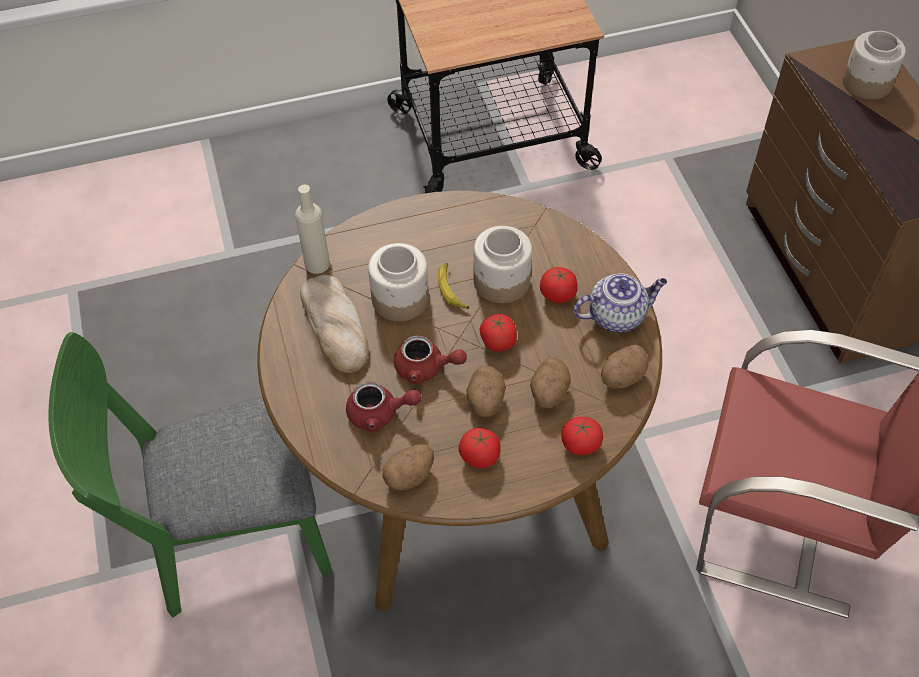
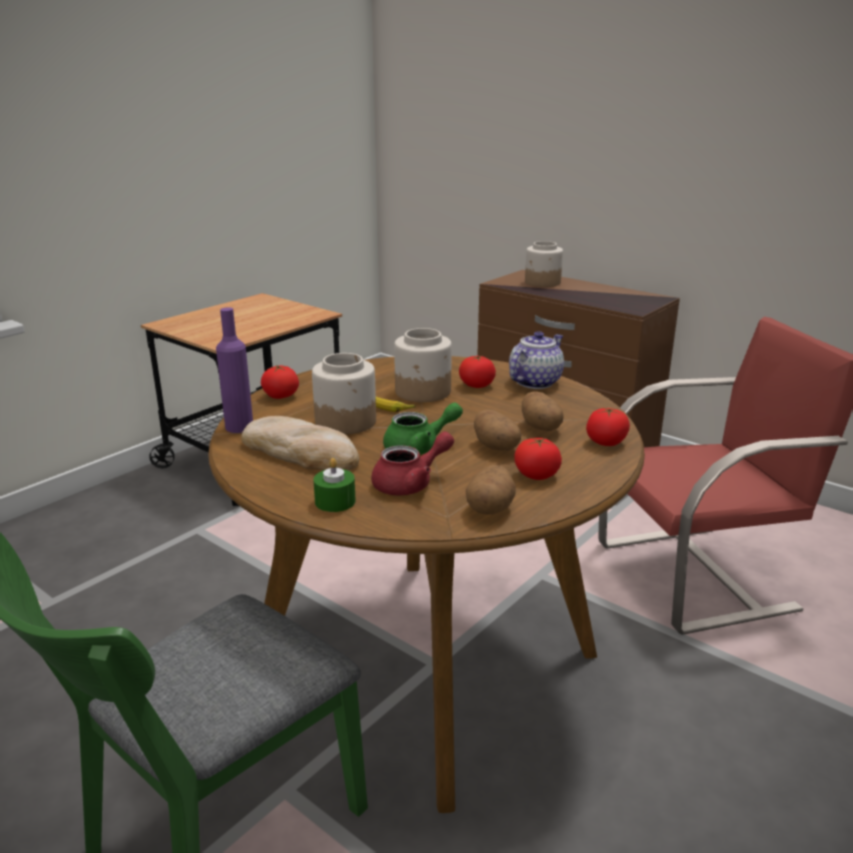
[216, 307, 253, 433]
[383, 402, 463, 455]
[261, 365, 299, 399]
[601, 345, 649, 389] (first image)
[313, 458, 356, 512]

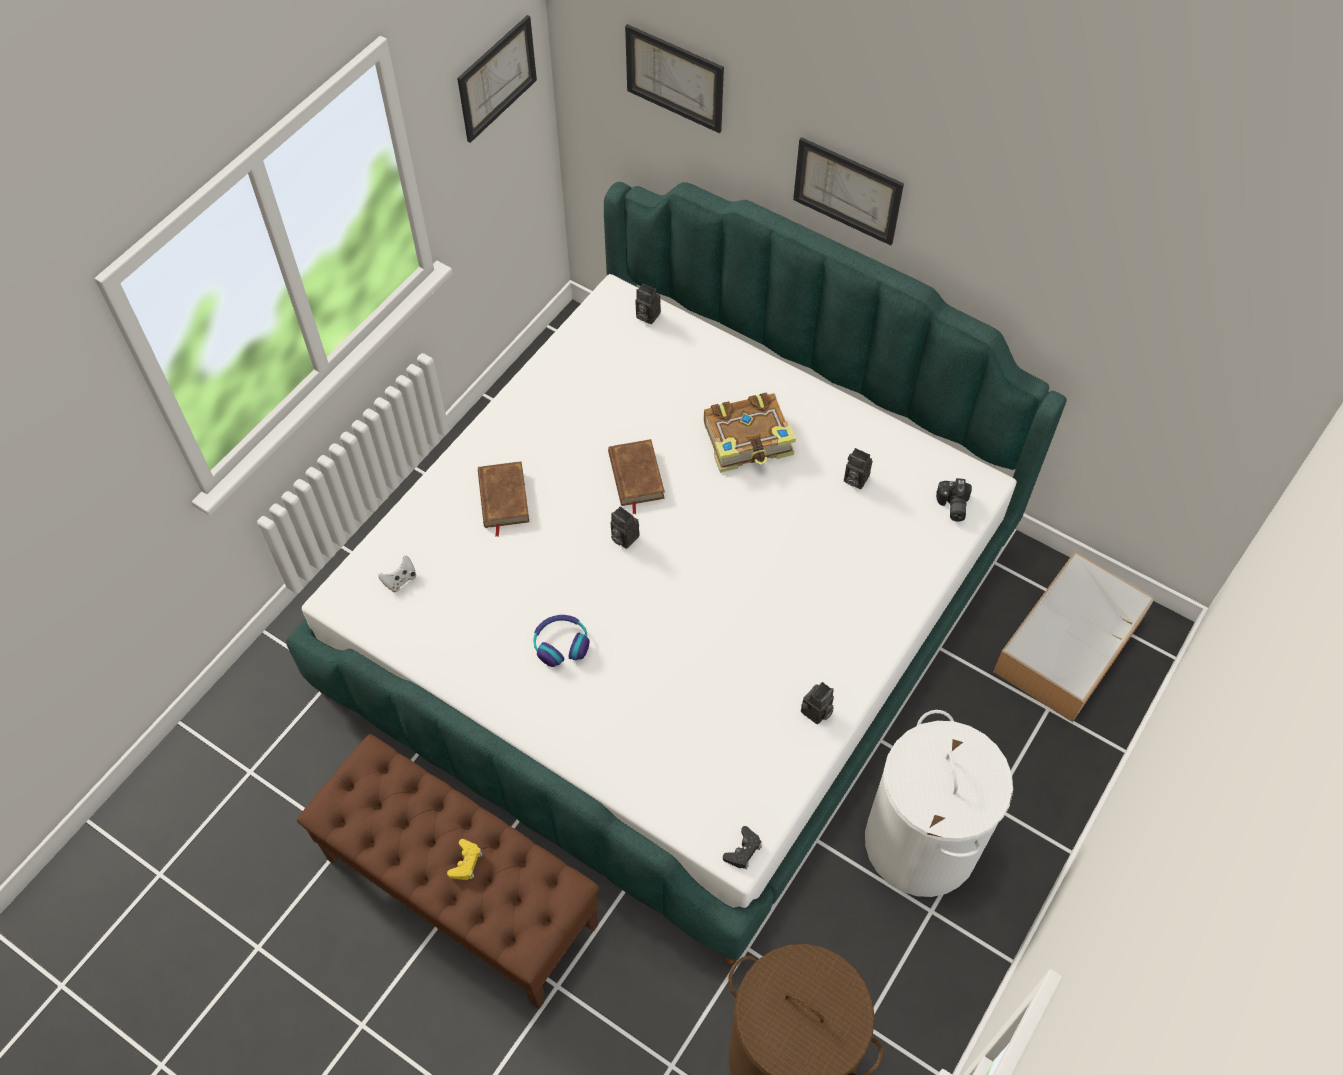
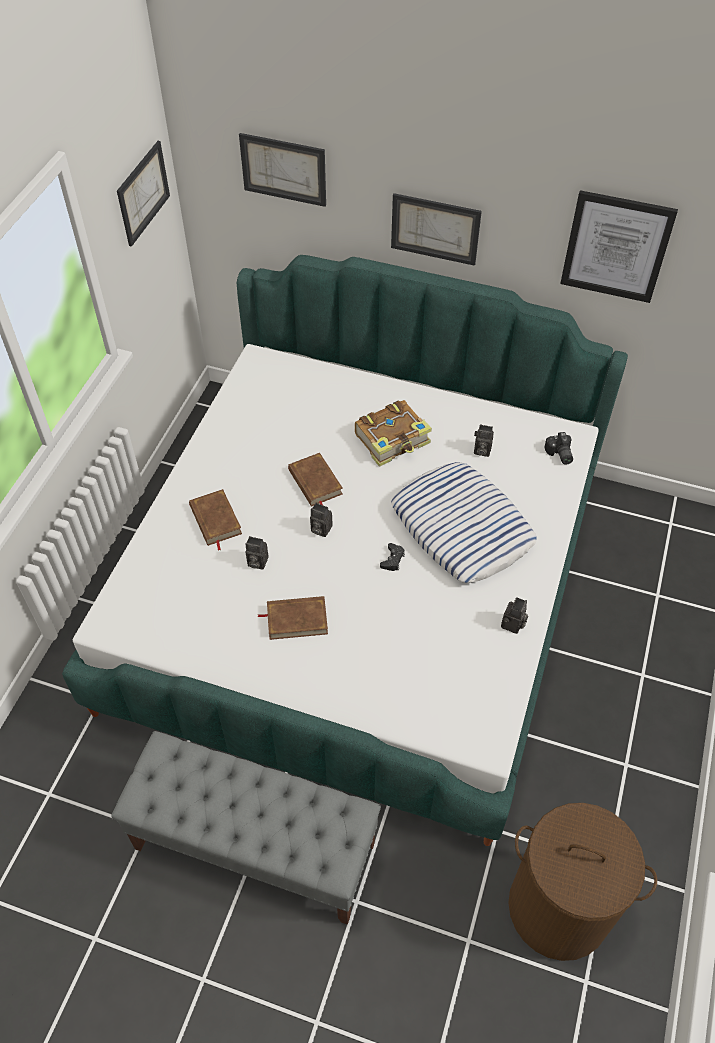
[111, 731, 381, 925]
[378, 555, 416, 592] (first image)
[447, 839, 483, 880] (first image)
[257, 596, 328, 640]
[245, 536, 269, 570]
[380, 543, 405, 571]
[865, 710, 1013, 897] (first image)
[993, 551, 1155, 722] (first image)
[391, 462, 537, 583]
[560, 190, 678, 303]

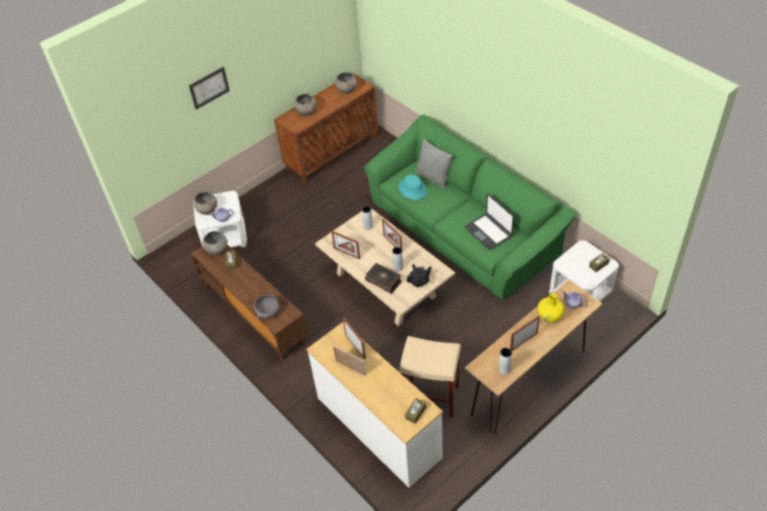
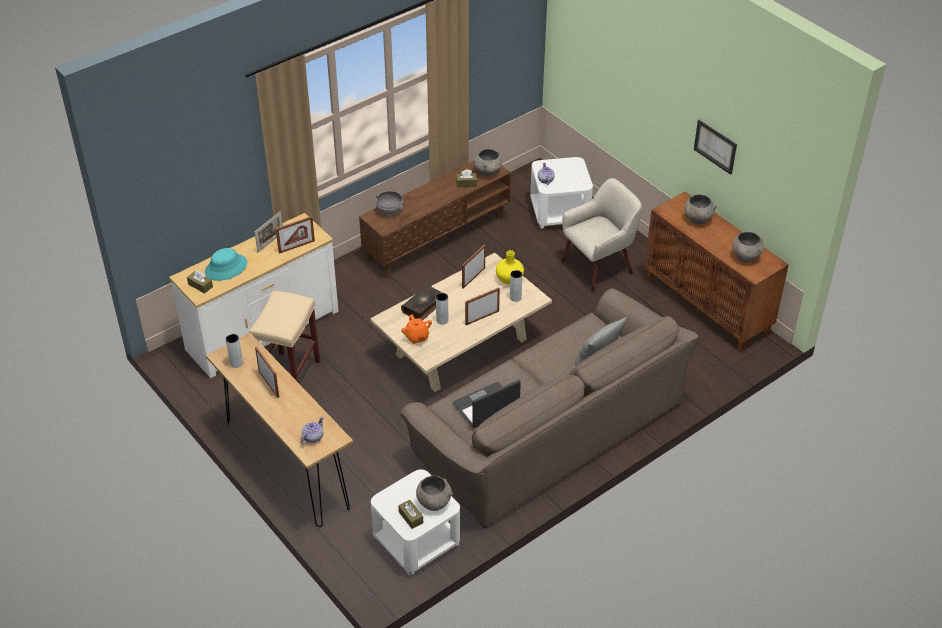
[694, 120, 737, 175]
[416, 476, 453, 511]
[400, 288, 699, 528]
[205, 248, 247, 281]
[401, 314, 432, 344]
[496, 250, 524, 285]
[562, 178, 642, 293]

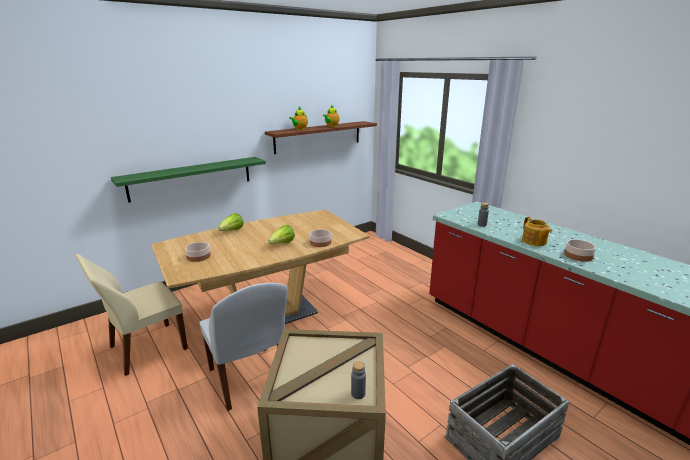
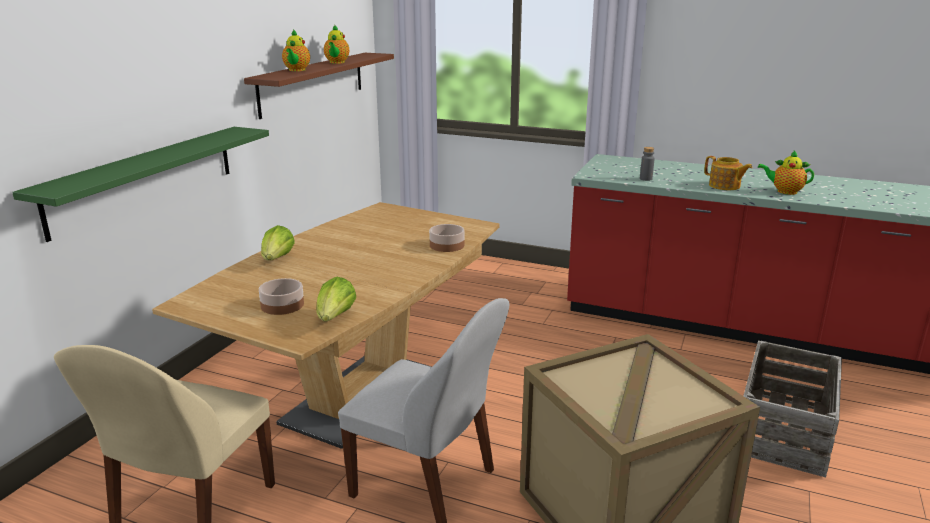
[316, 277, 356, 321]
[351, 361, 366, 399] (first image)
[758, 150, 814, 195]

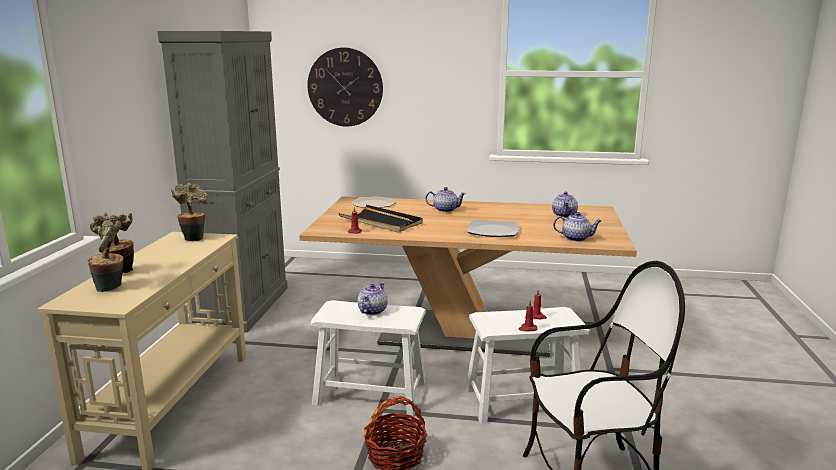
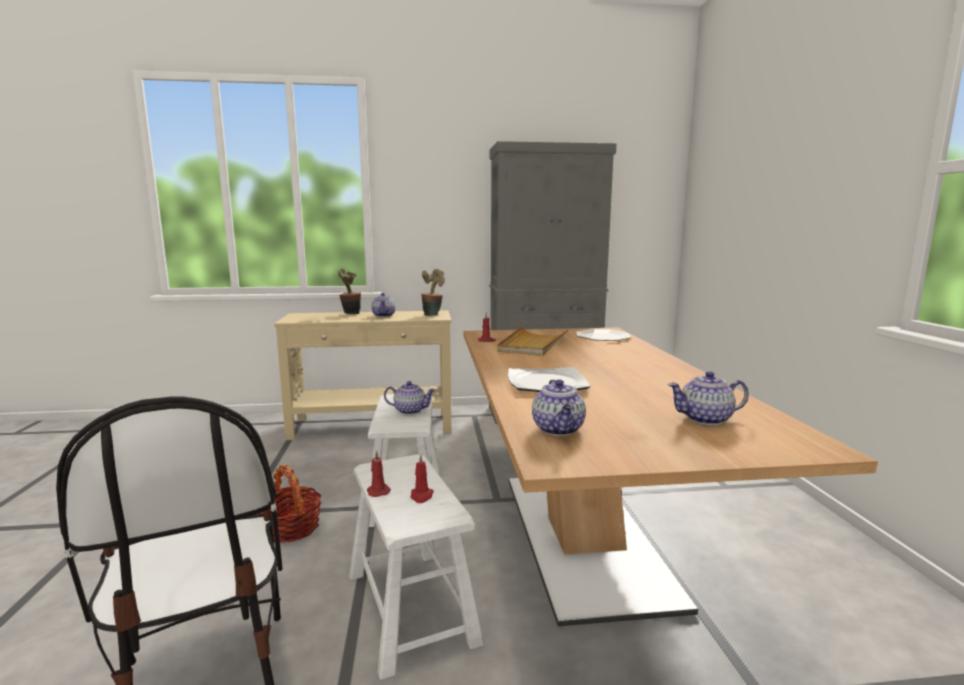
[87, 220, 124, 292] (first image)
[307, 48, 383, 127] (first image)
[497, 326, 569, 356]
[371, 293, 396, 317]

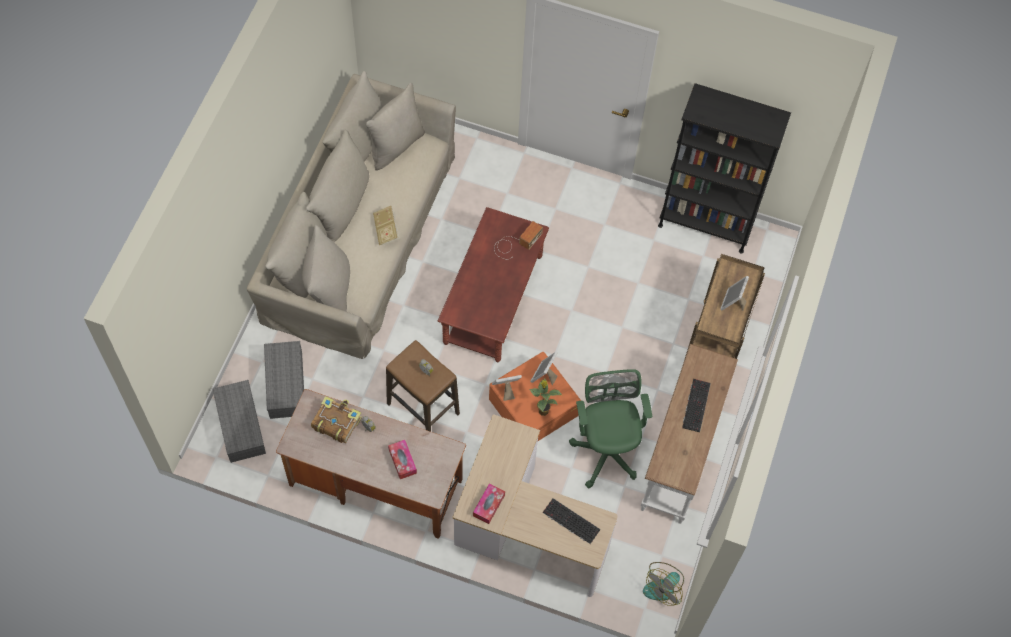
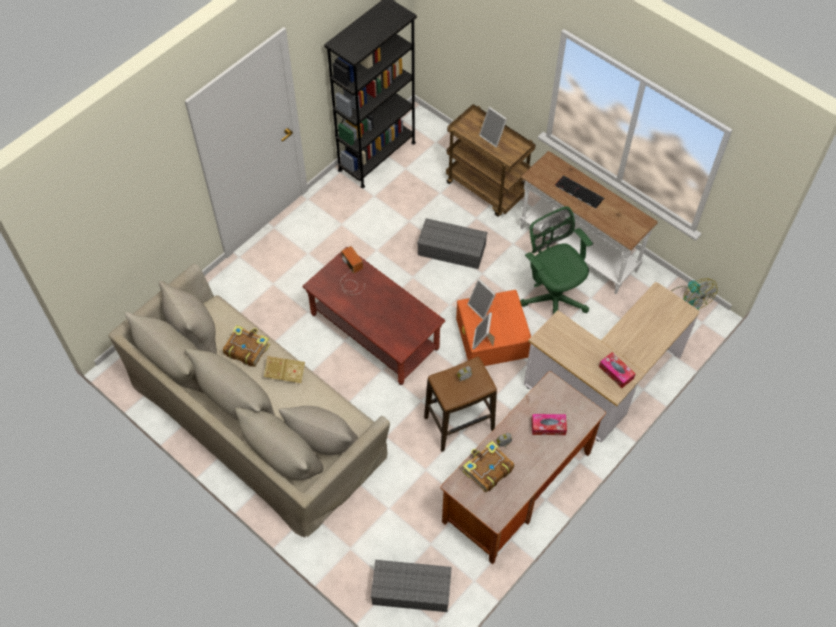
[417, 218, 488, 269]
[529, 378, 562, 416] (first image)
[543, 498, 600, 544] (first image)
[520, 206, 593, 314]
[223, 325, 270, 367]

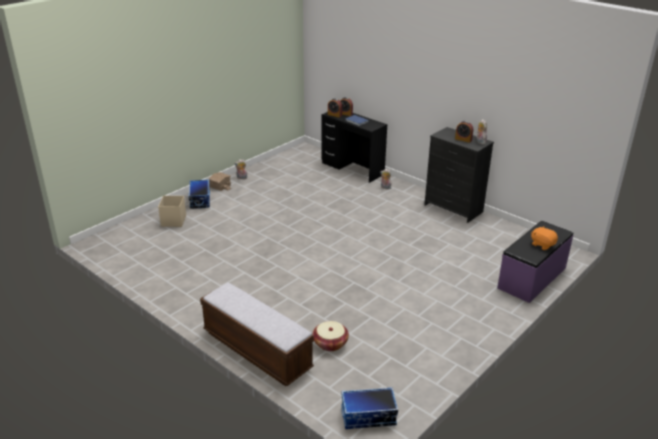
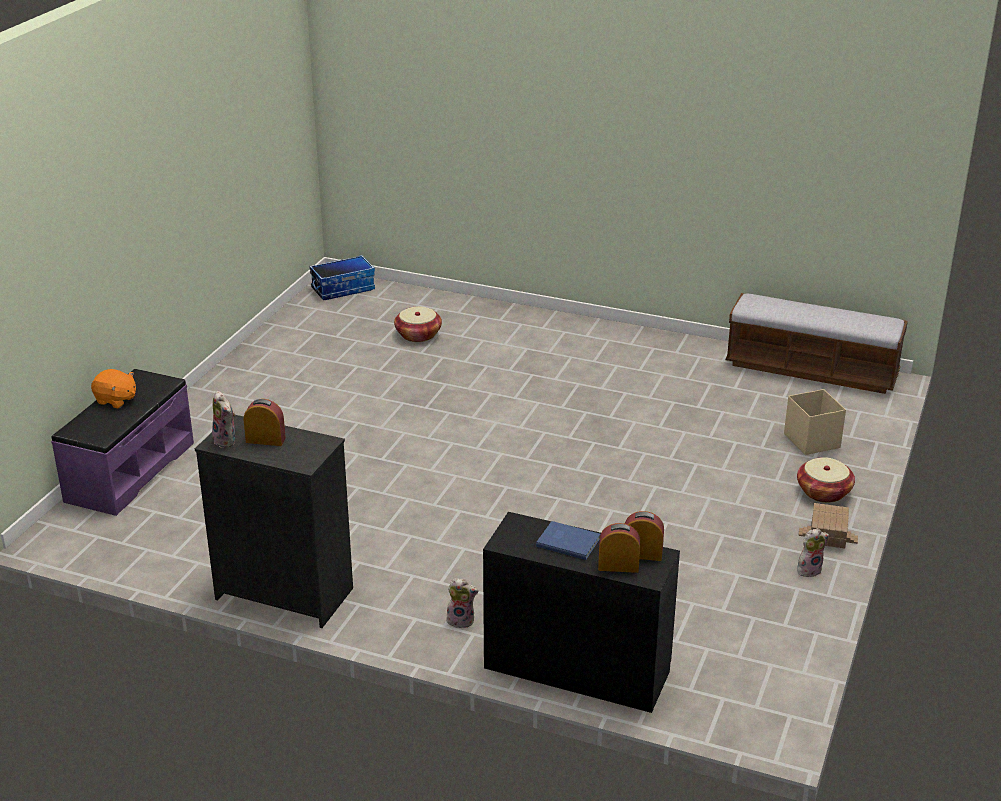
[797, 457, 855, 503]
[726, 293, 908, 394]

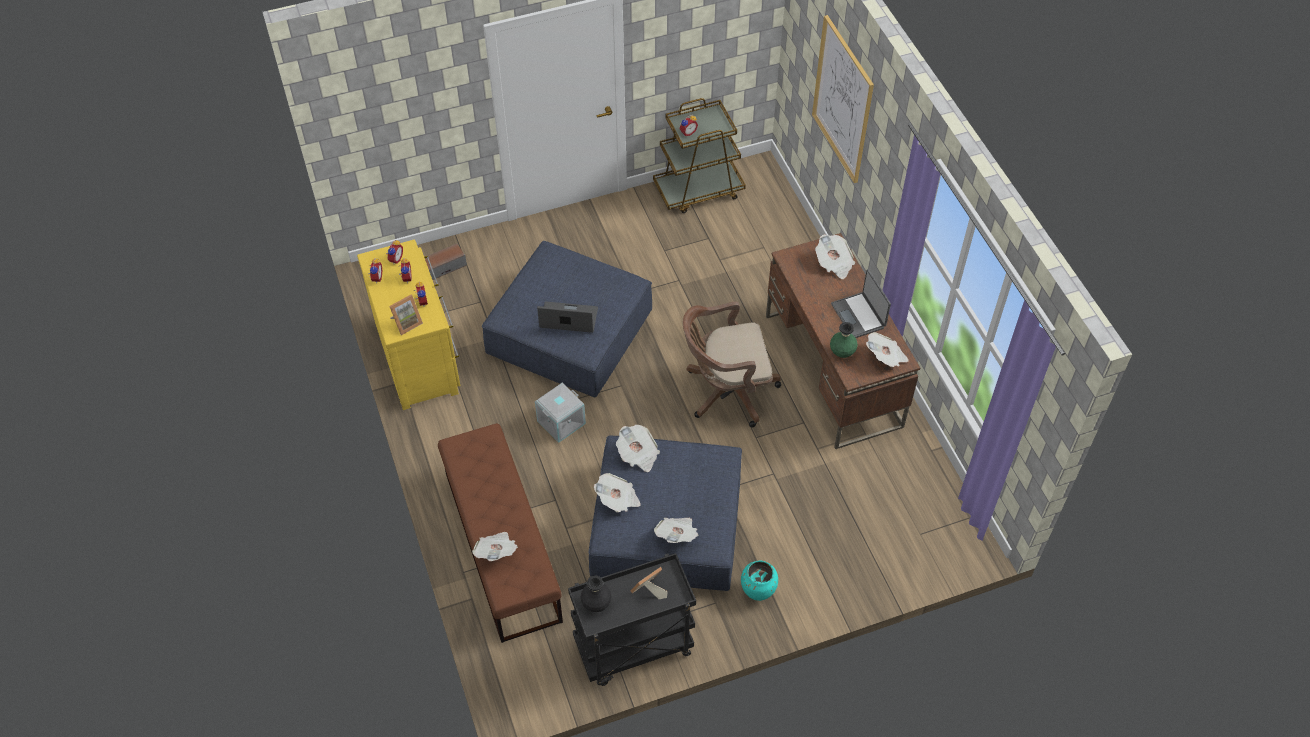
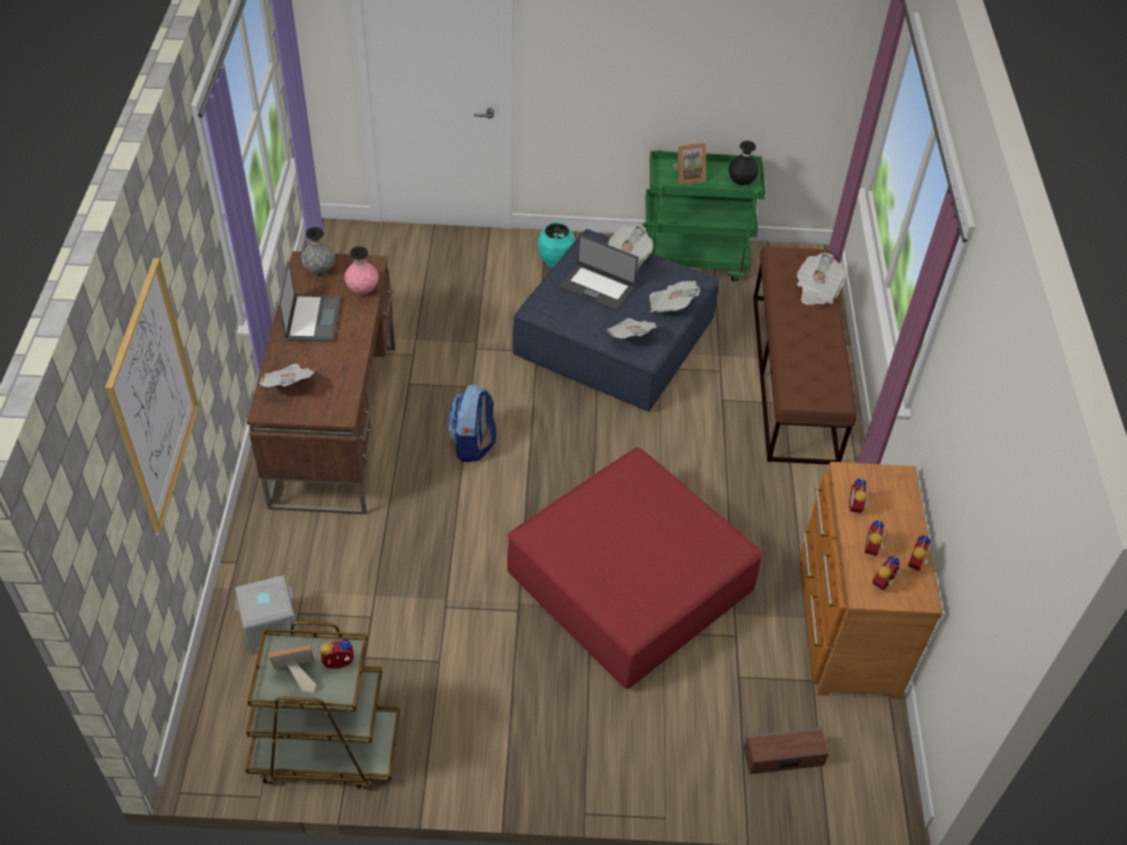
[800, 462, 943, 699]
[269, 645, 316, 693]
[507, 447, 763, 689]
[234, 575, 299, 655]
[559, 234, 638, 311]
[643, 150, 766, 282]
[447, 384, 496, 462]
[344, 246, 378, 294]
[301, 227, 335, 275]

